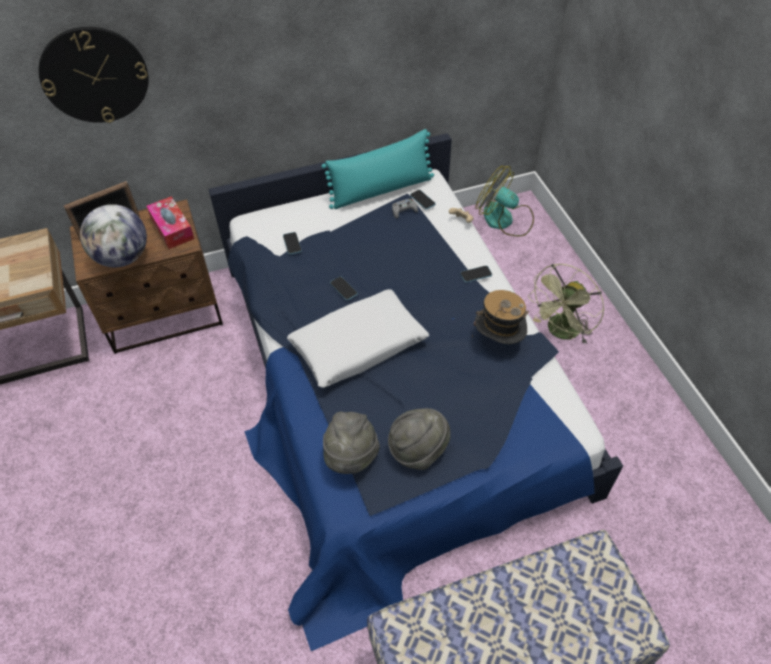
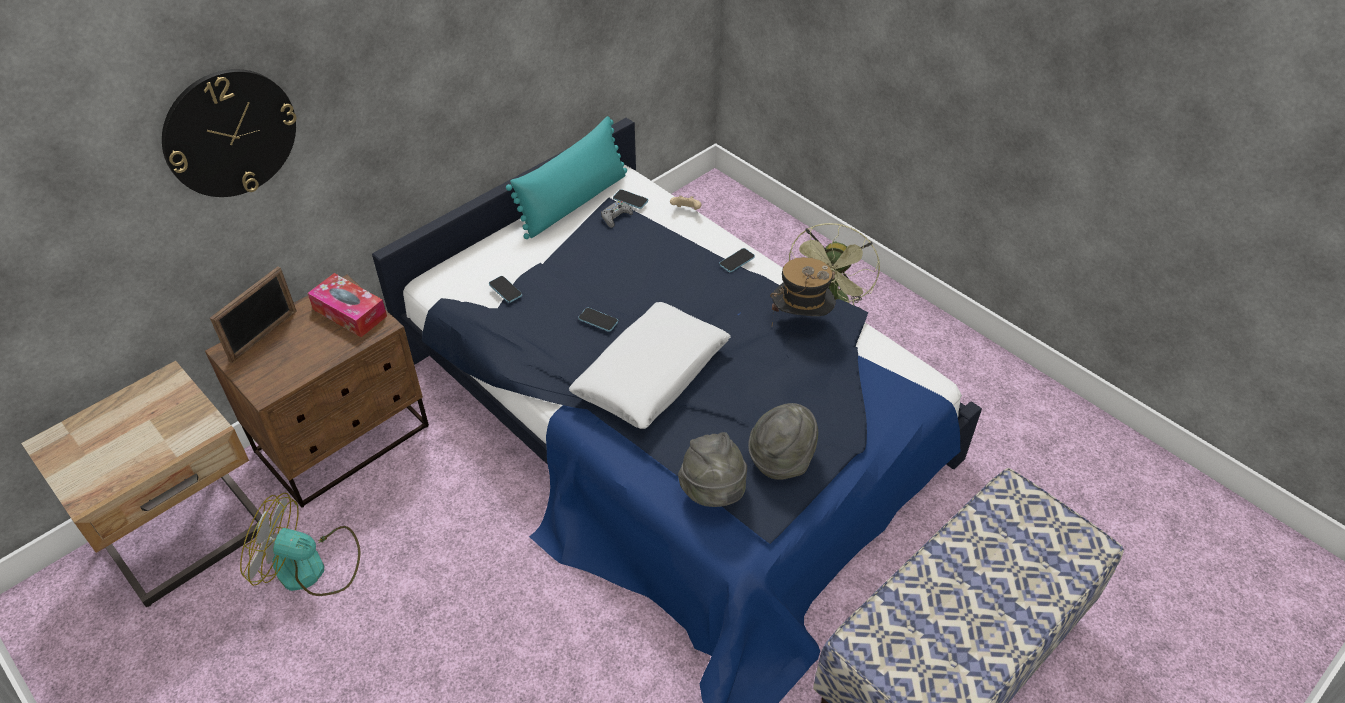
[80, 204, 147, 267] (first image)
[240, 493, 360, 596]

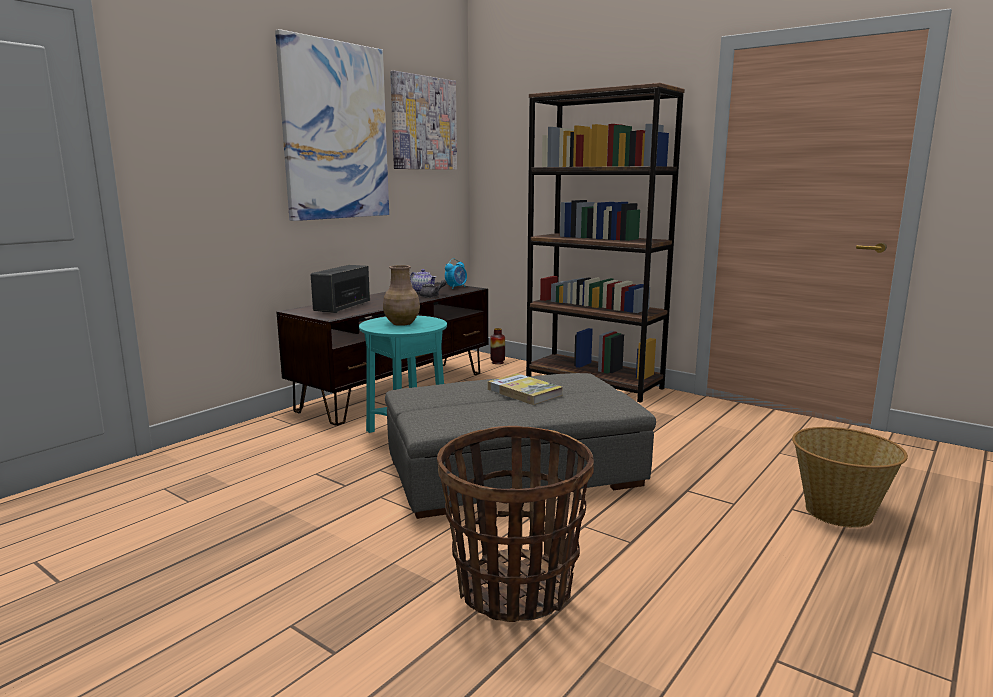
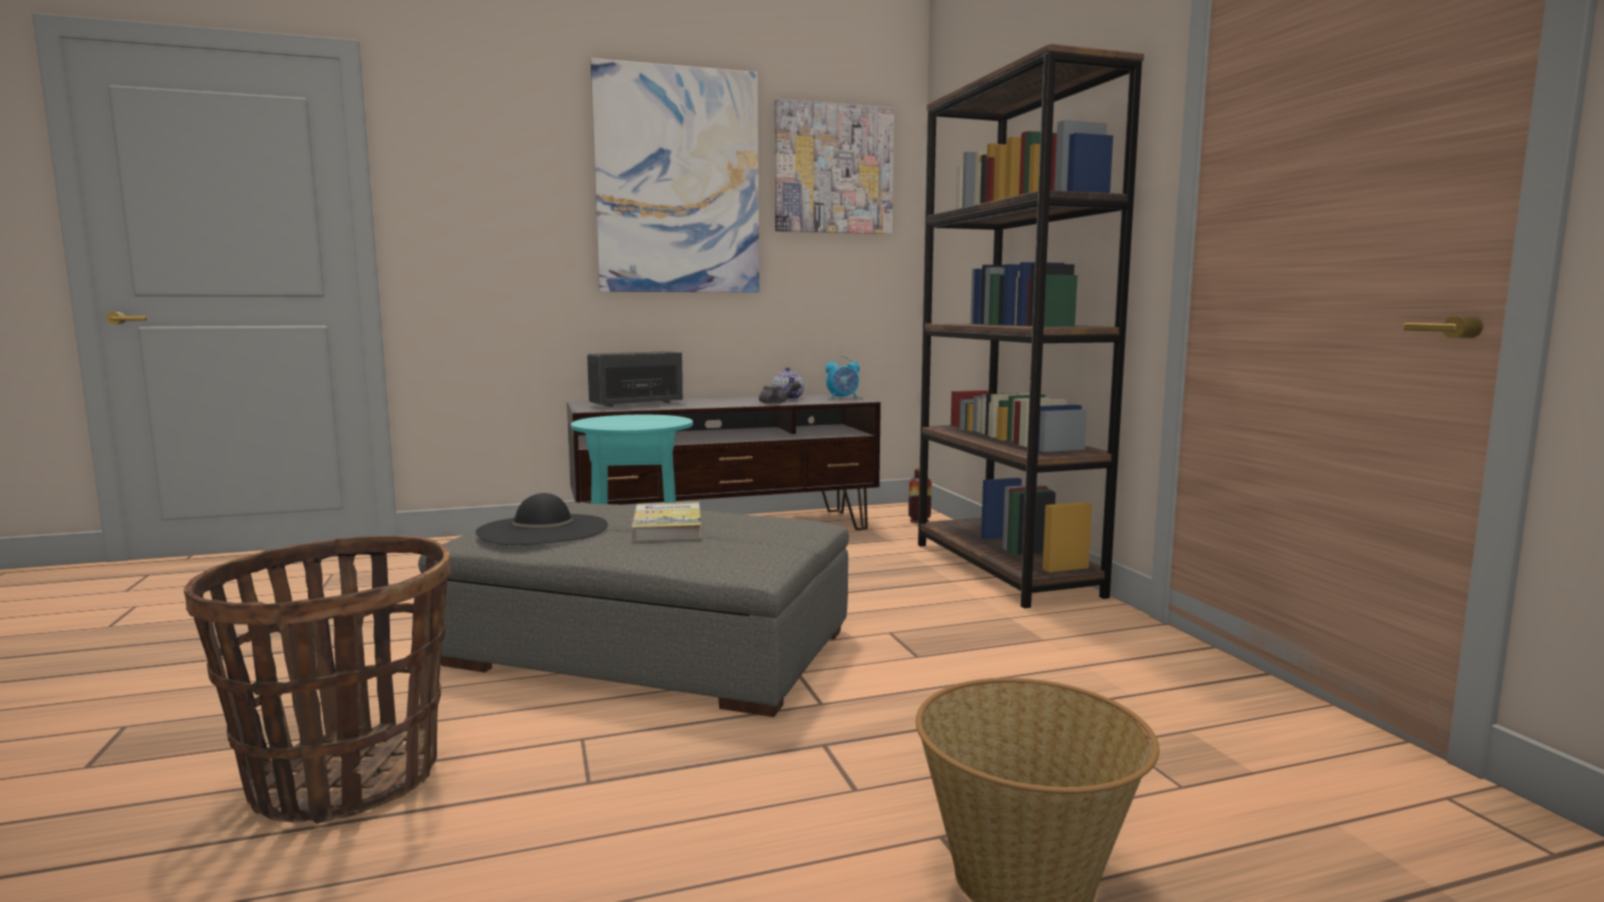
[383, 265, 420, 326] (first image)
[476, 493, 608, 545]

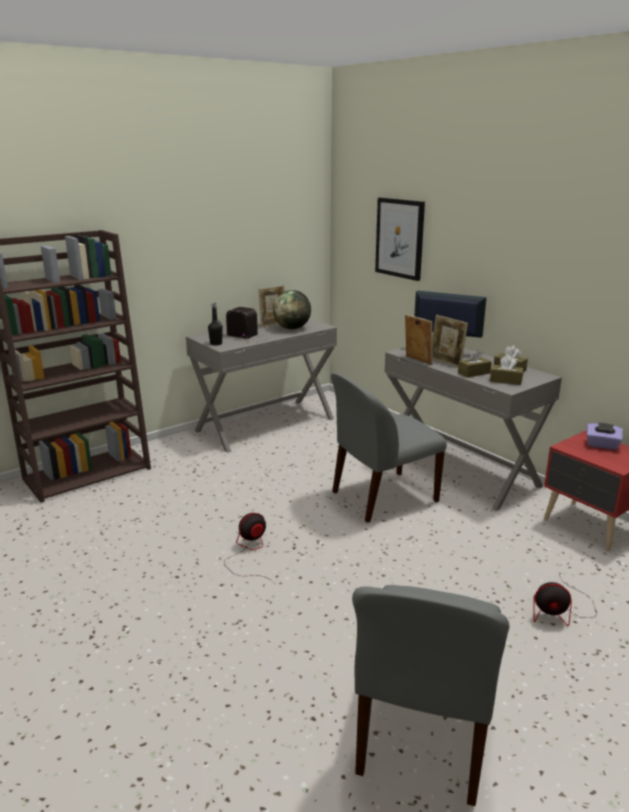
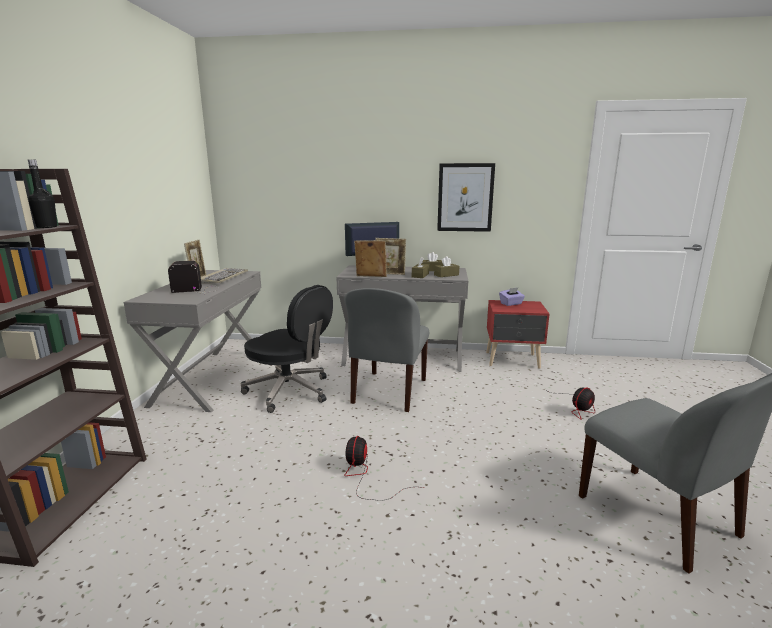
[28, 159, 57, 228]
[201, 268, 248, 283]
[437, 163, 495, 232]
[241, 285, 333, 413]

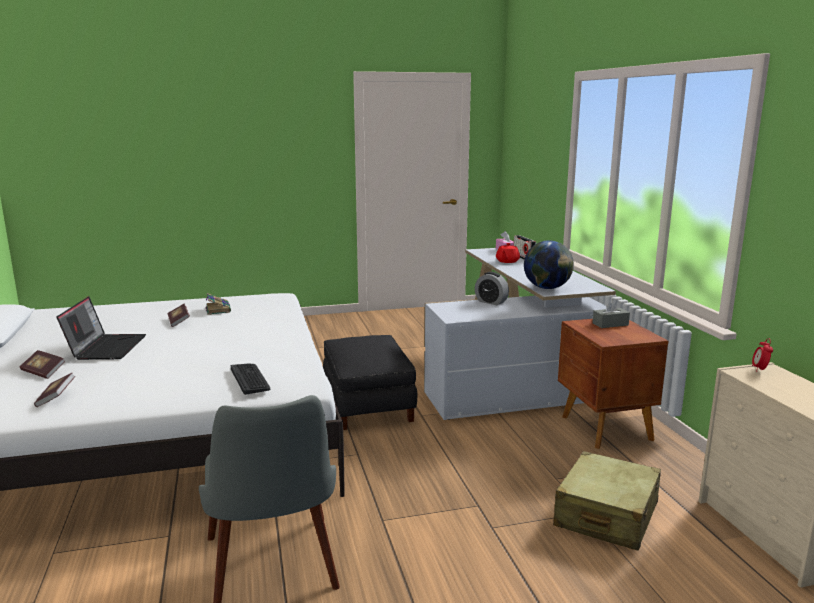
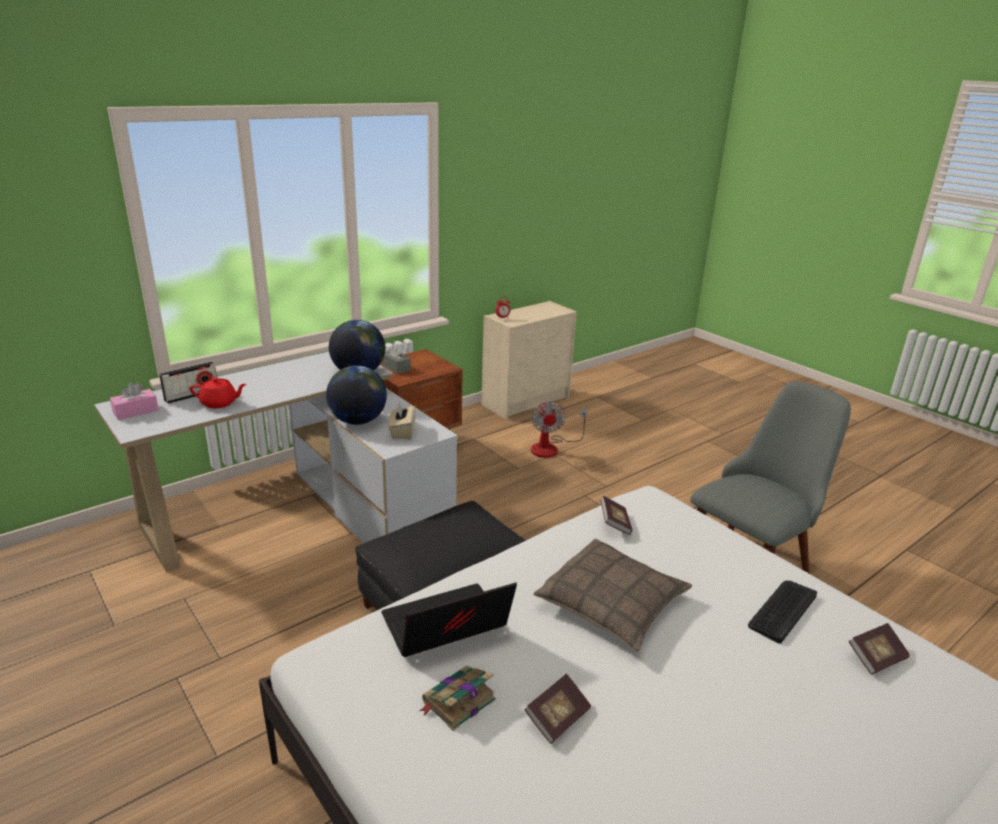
[600, 496, 633, 535]
[381, 583, 517, 657]
[748, 580, 817, 644]
[326, 365, 387, 425]
[531, 401, 588, 458]
[388, 401, 416, 439]
[533, 539, 692, 652]

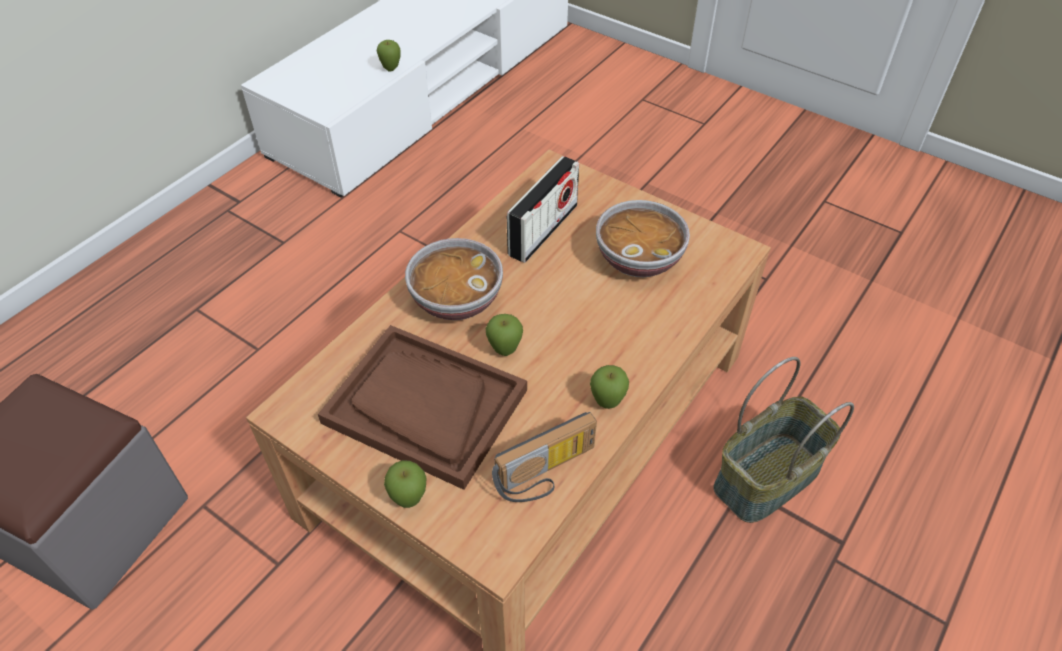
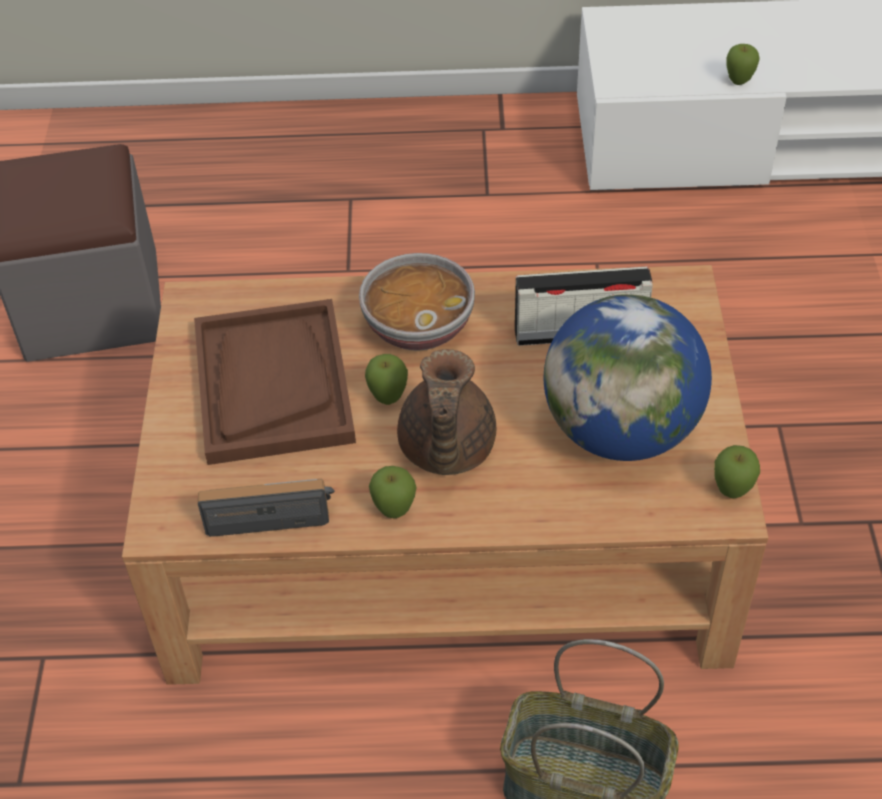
[714, 445, 760, 498]
[198, 479, 335, 537]
[544, 294, 712, 461]
[397, 349, 496, 475]

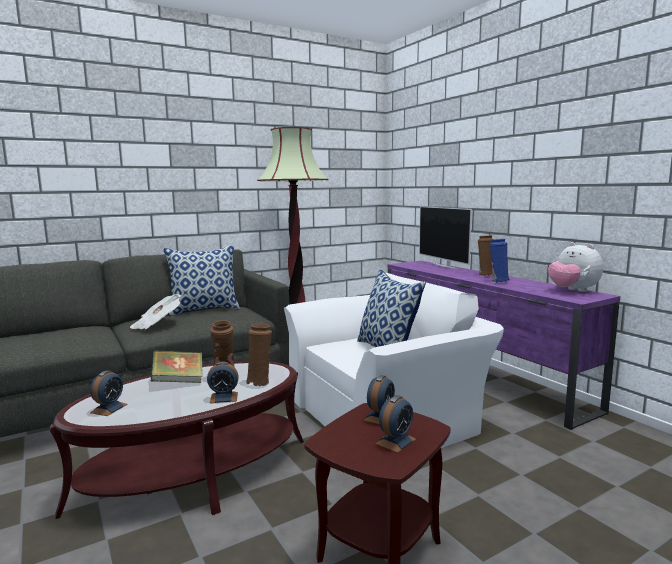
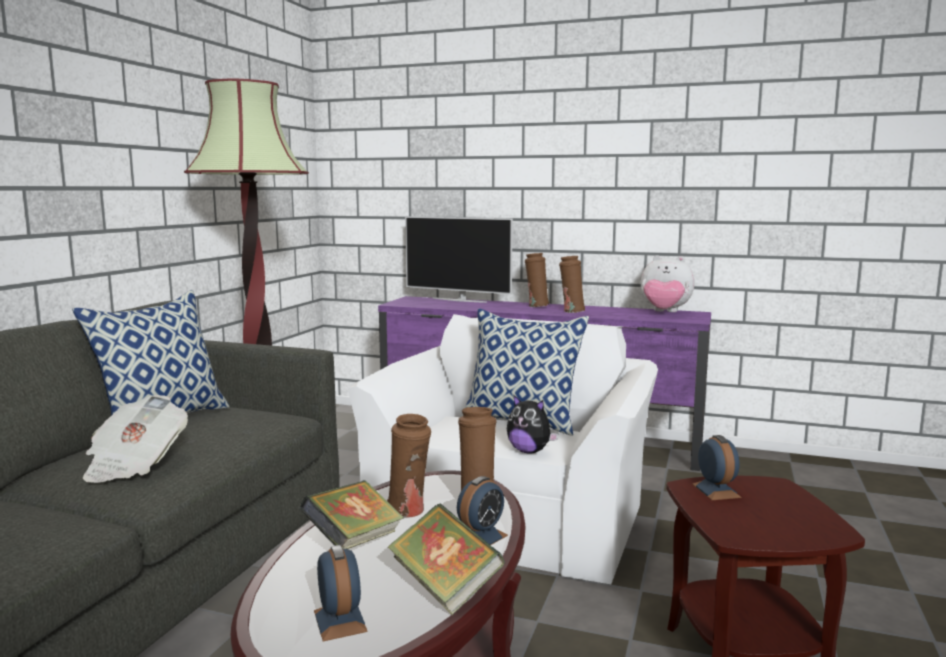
[375, 395, 416, 453] (first image)
[559, 256, 585, 313]
[387, 504, 505, 615]
[507, 394, 558, 454]

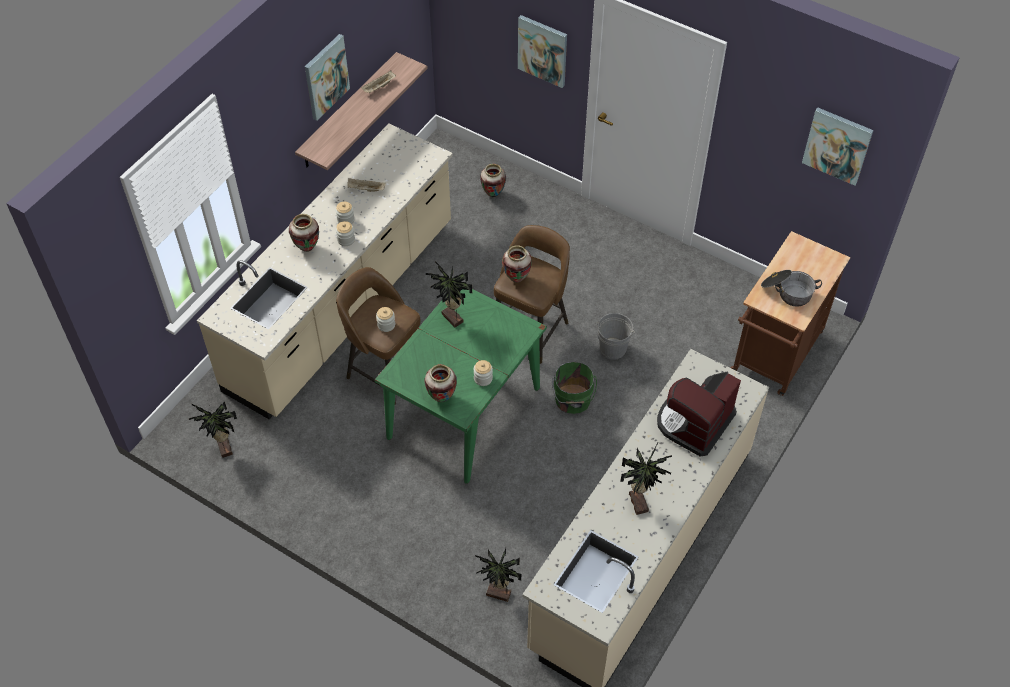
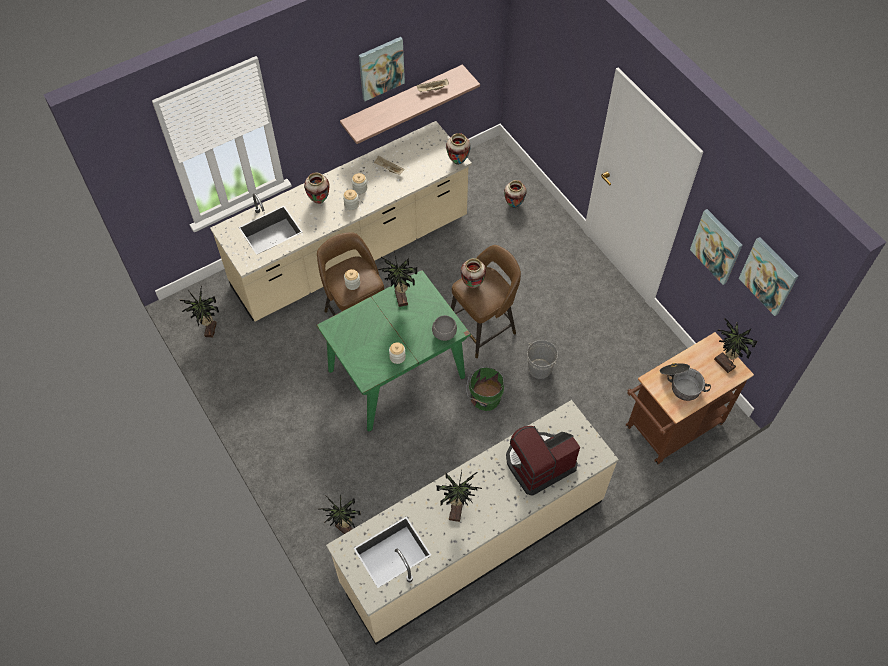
[446, 133, 471, 165]
[690, 209, 743, 285]
[432, 315, 457, 341]
[714, 318, 758, 373]

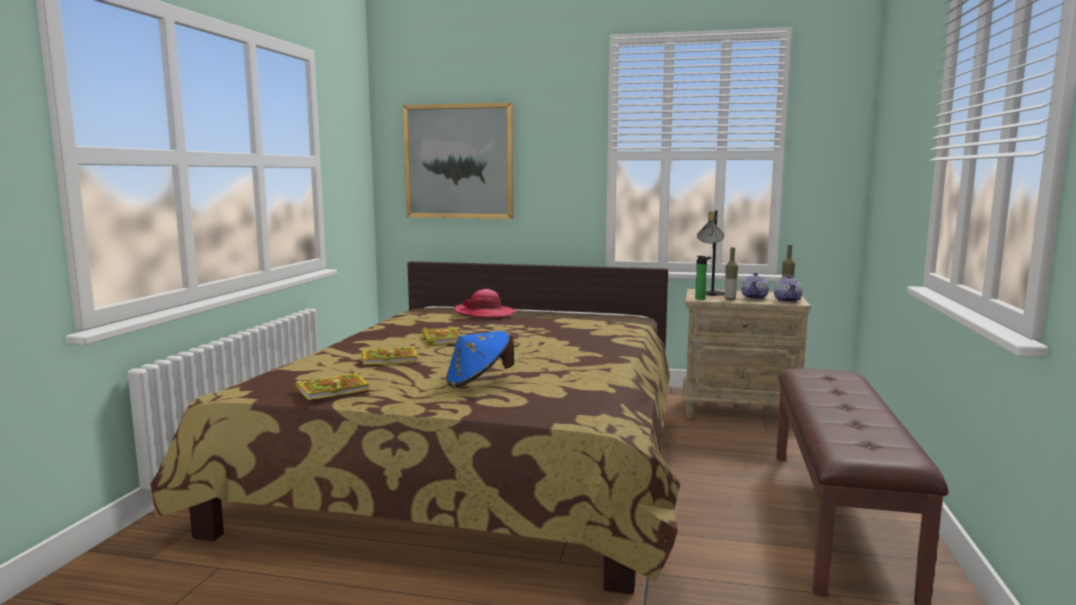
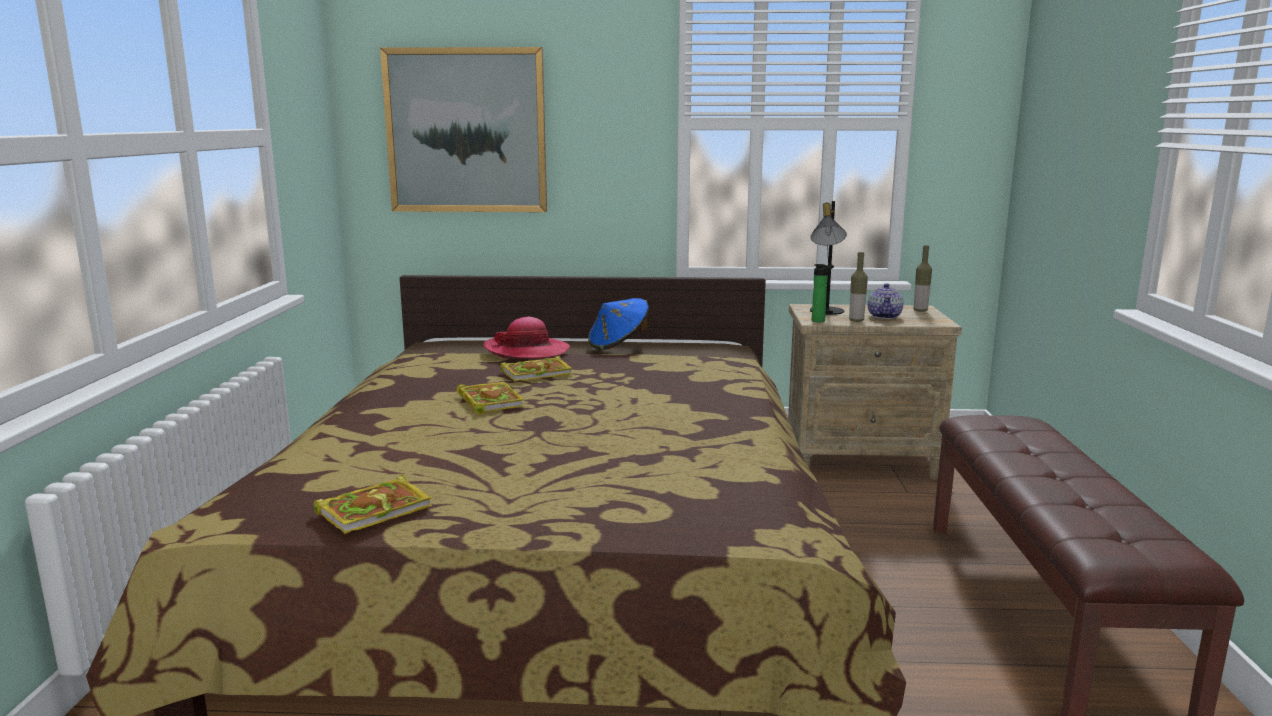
[500, 356, 572, 382]
[588, 298, 649, 350]
[774, 275, 802, 303] (first image)

